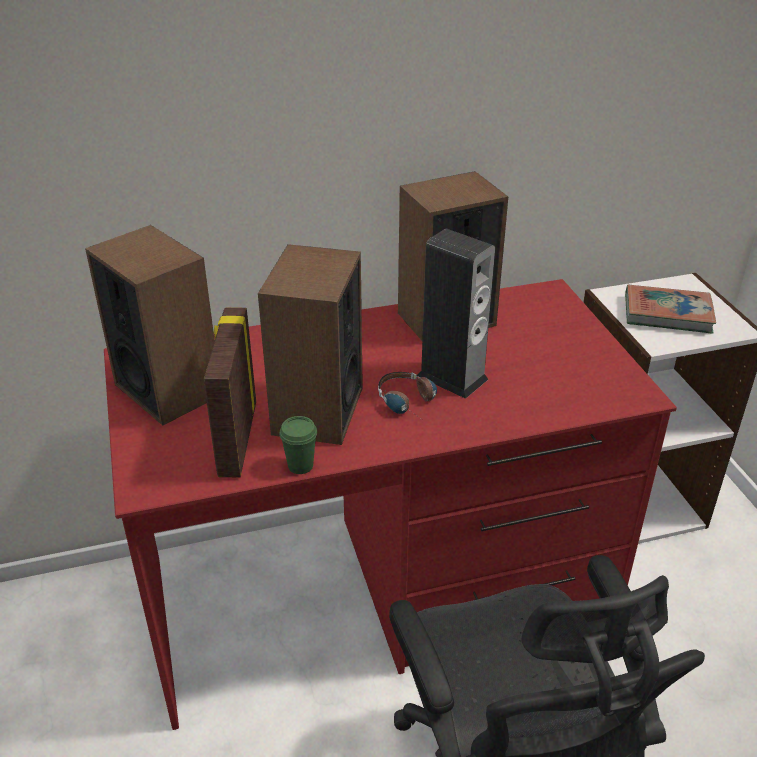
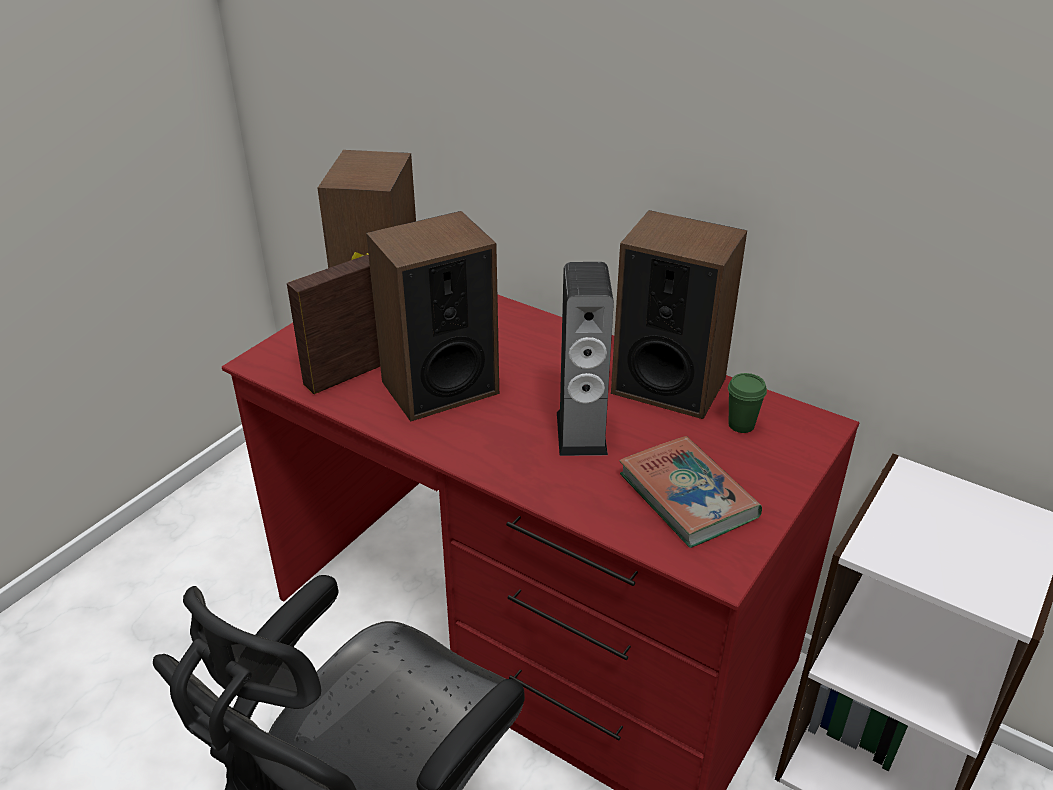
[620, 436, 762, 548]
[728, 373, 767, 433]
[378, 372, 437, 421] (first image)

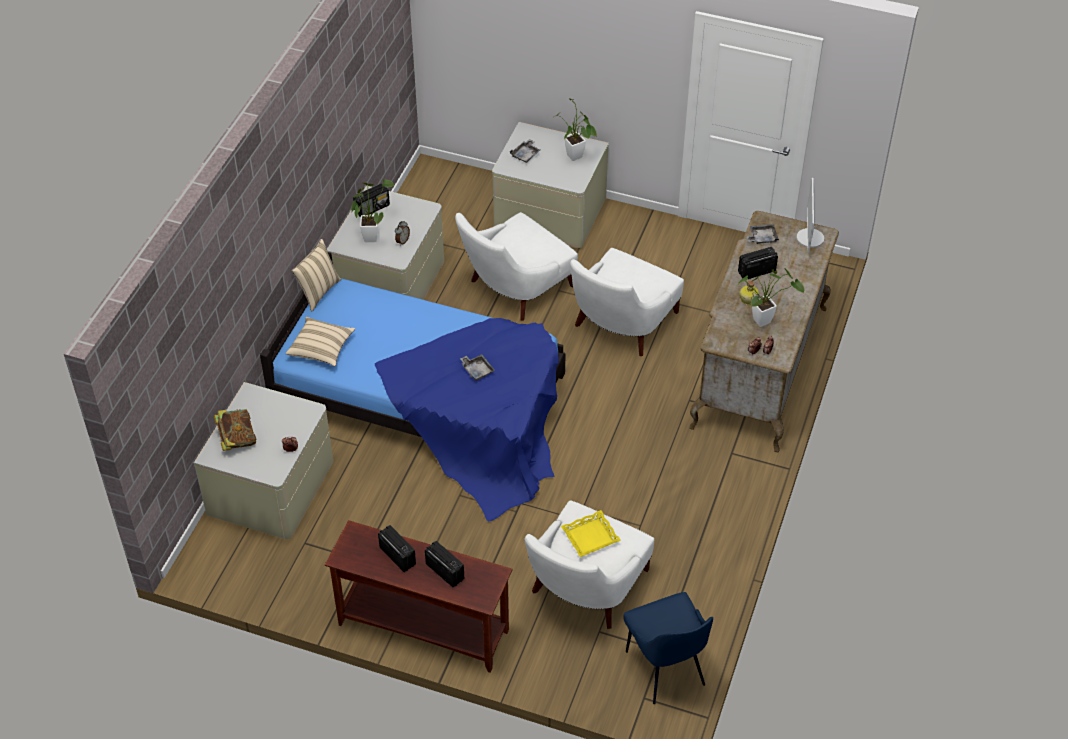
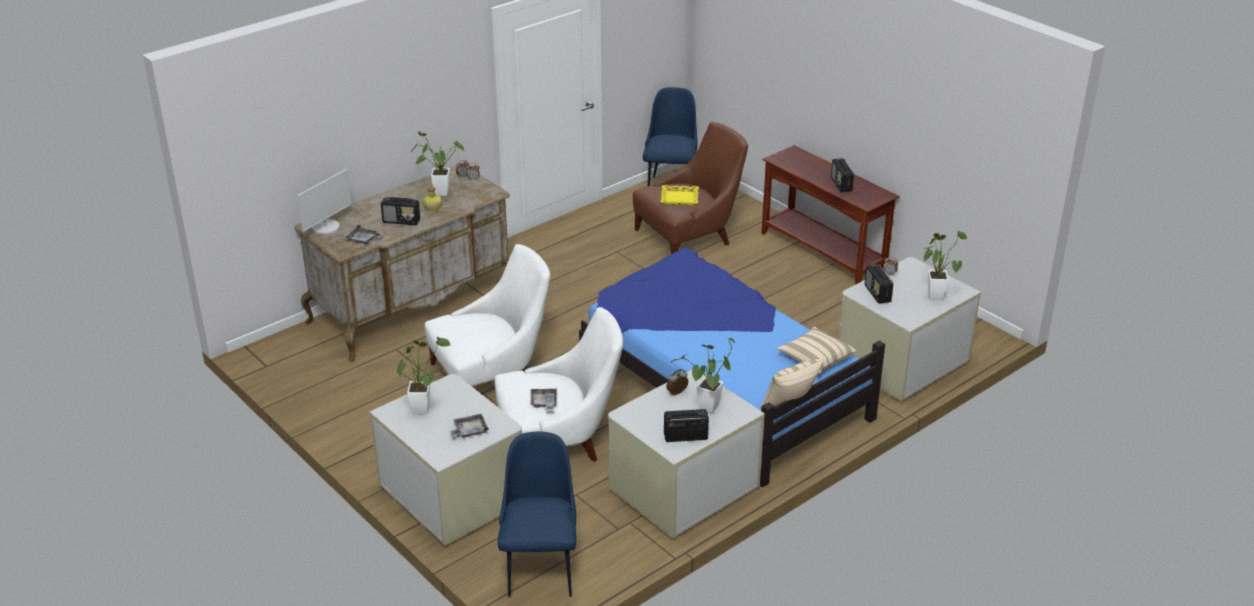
[498, 431, 576, 597]
[531, 387, 557, 410]
[633, 122, 748, 254]
[865, 264, 893, 304]
[924, 231, 967, 300]

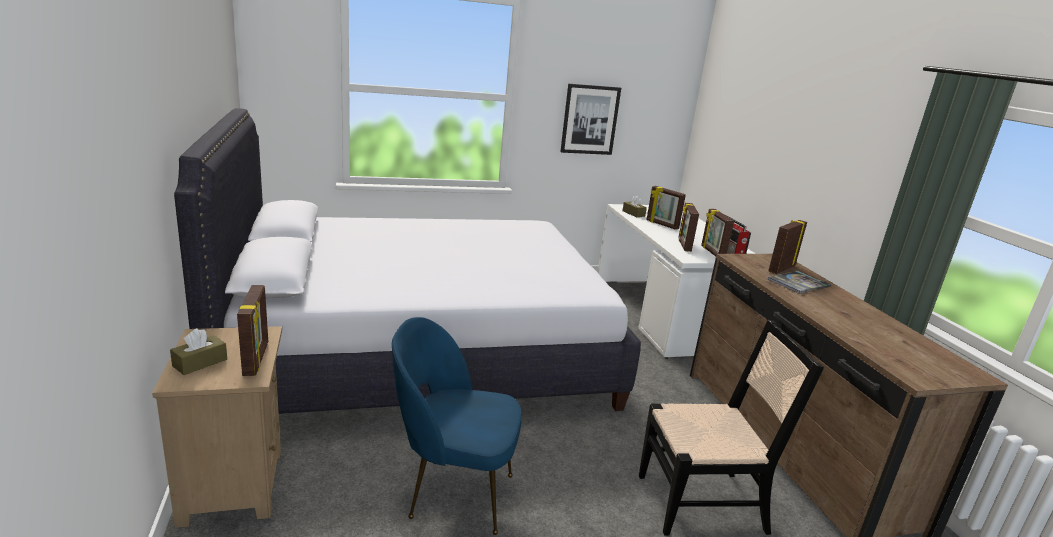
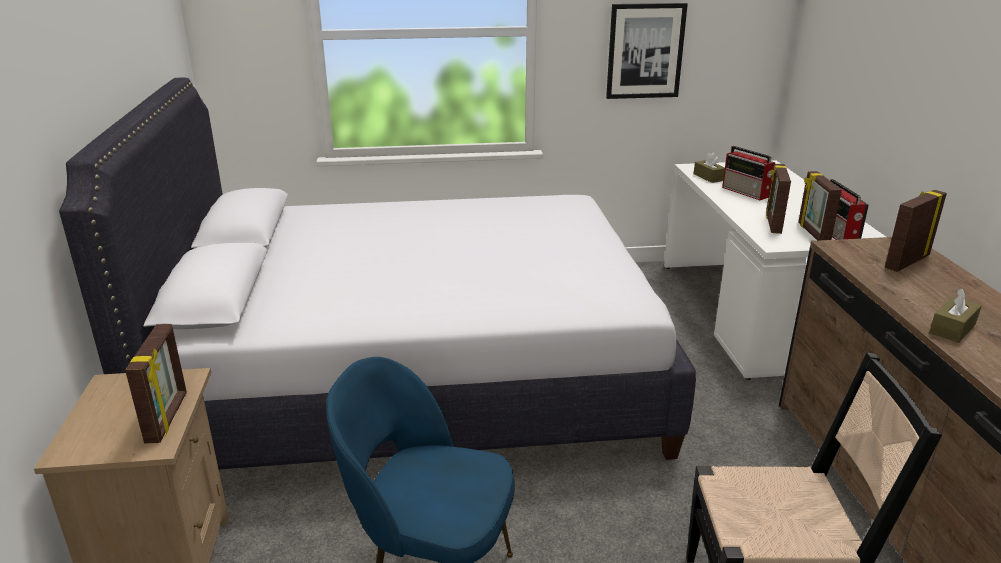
[722, 146, 775, 200]
[929, 288, 982, 343]
[767, 271, 831, 294] (first image)

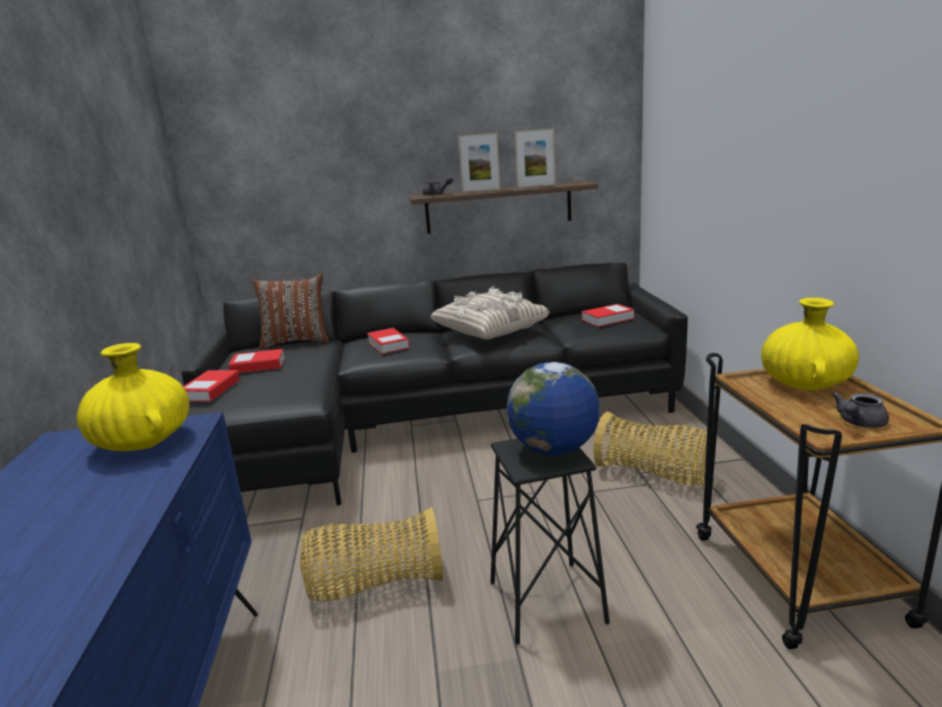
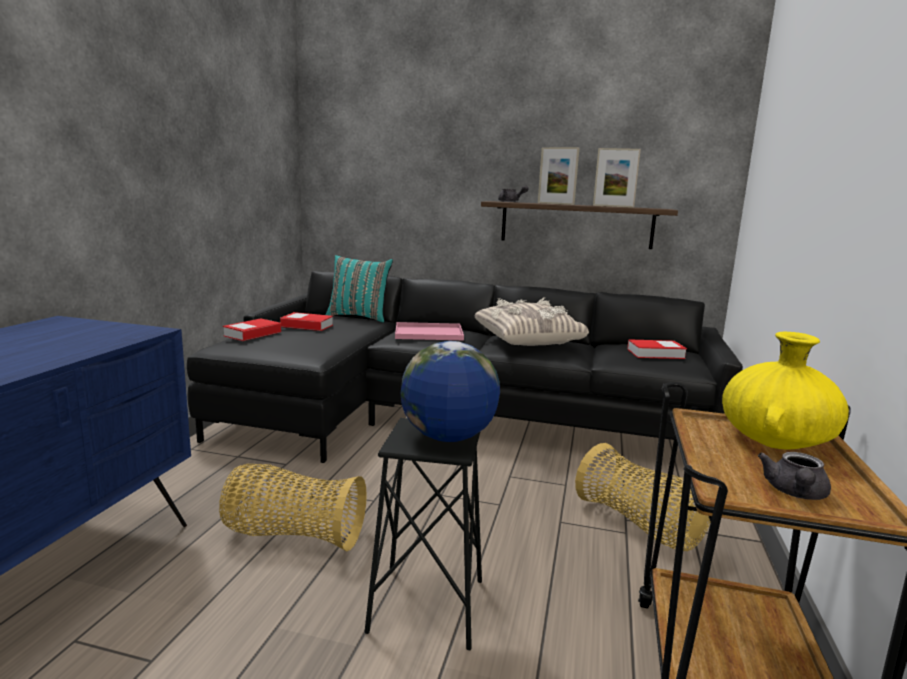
[325, 255, 393, 323]
[395, 322, 464, 340]
[758, 452, 831, 500]
[77, 343, 189, 451] (first image)

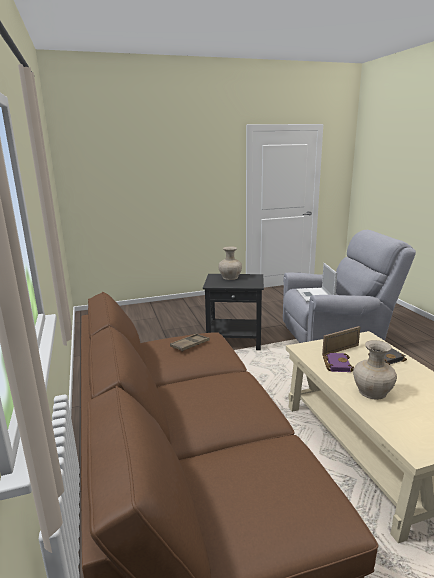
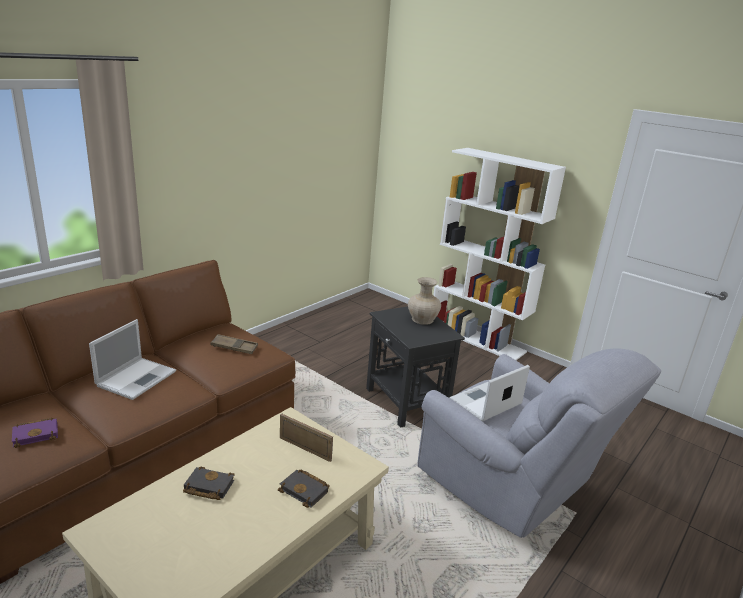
[12, 418, 58, 448]
[89, 319, 176, 400]
[183, 466, 235, 500]
[433, 148, 566, 360]

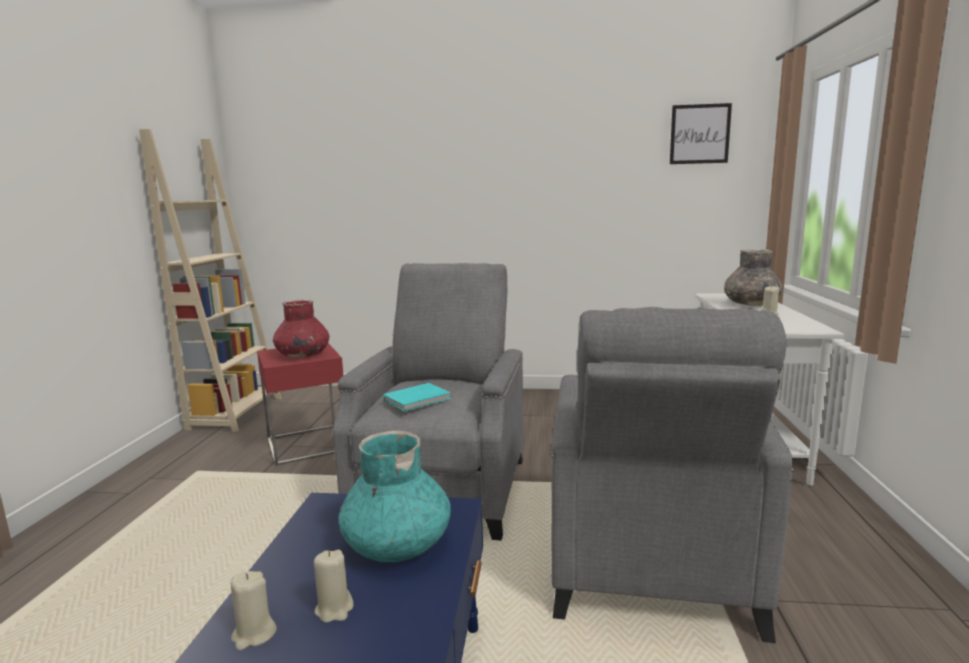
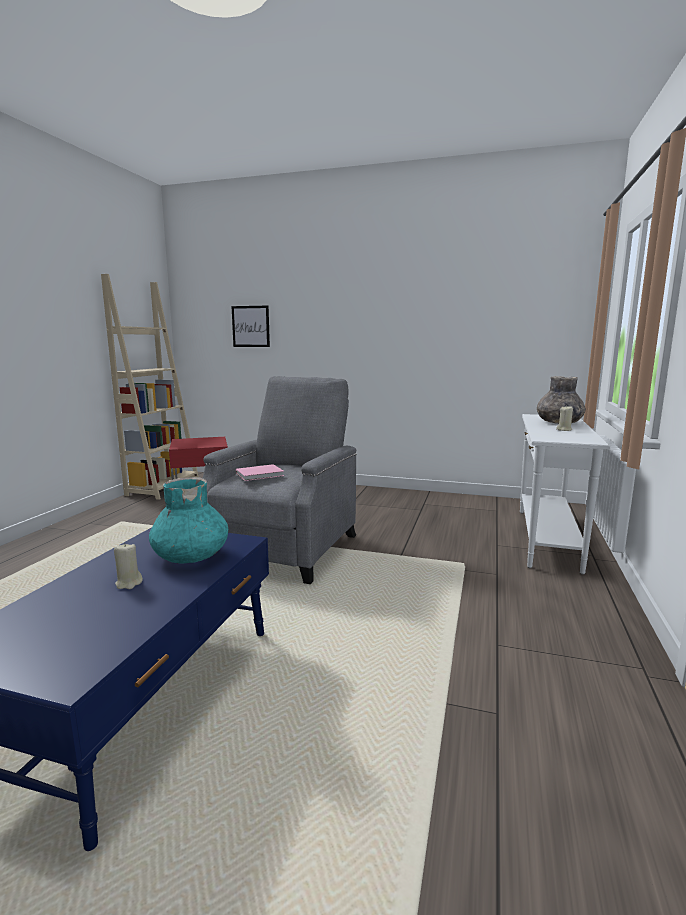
[232, 306, 270, 347]
[236, 464, 284, 481]
[231, 571, 277, 651] (first image)
[273, 299, 329, 358] (first image)
[551, 307, 794, 643] (first image)

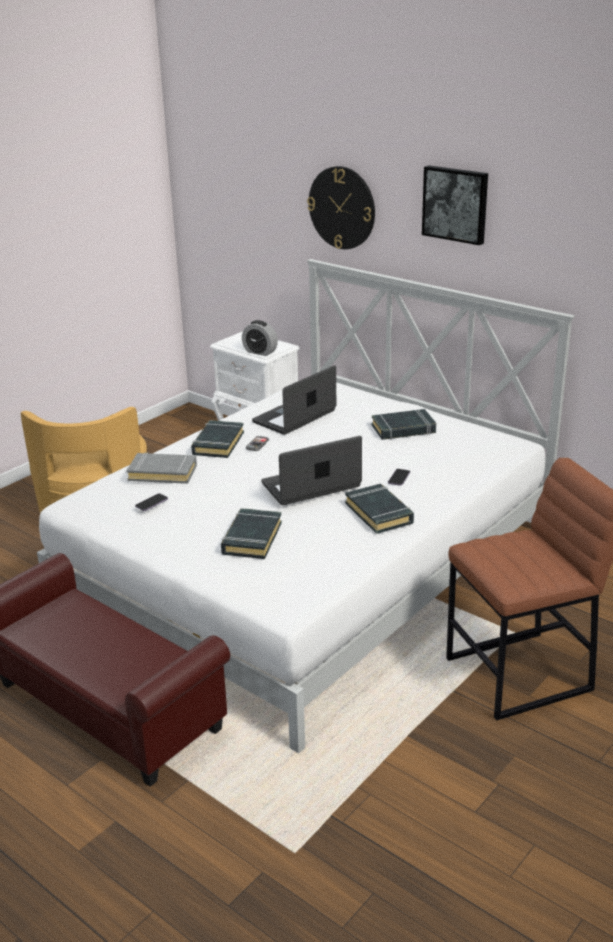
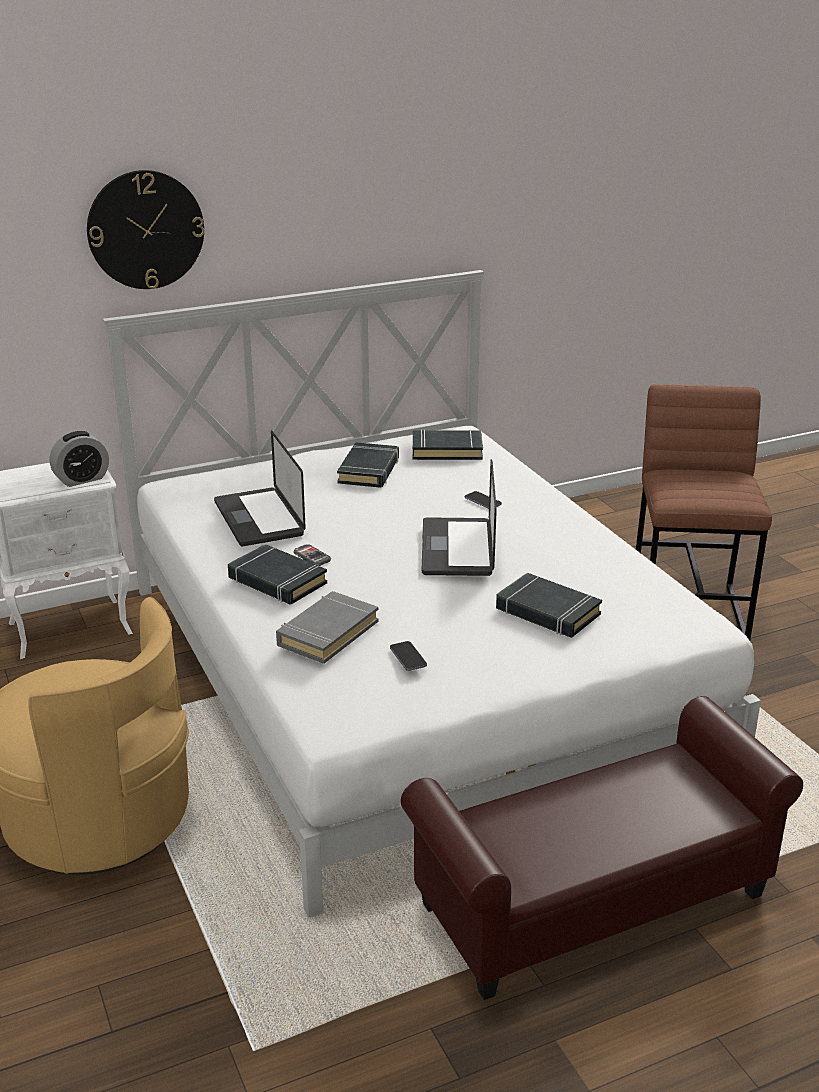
[413, 429, 483, 460]
[422, 165, 488, 245] (first image)

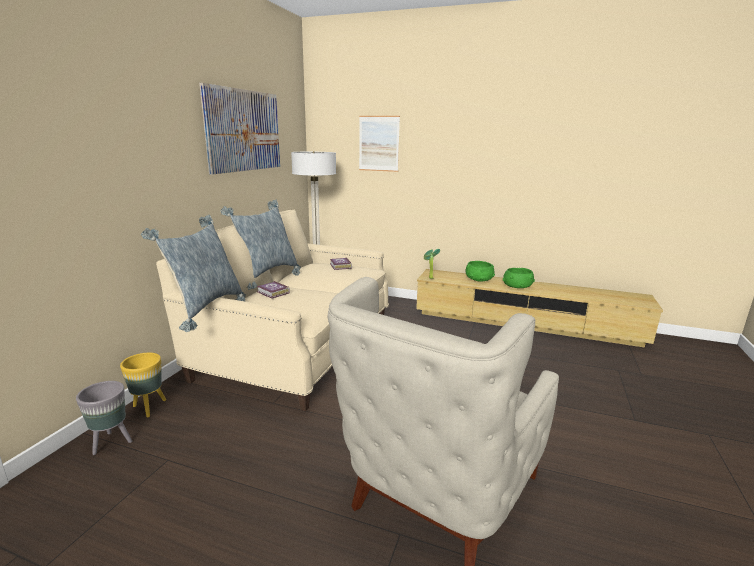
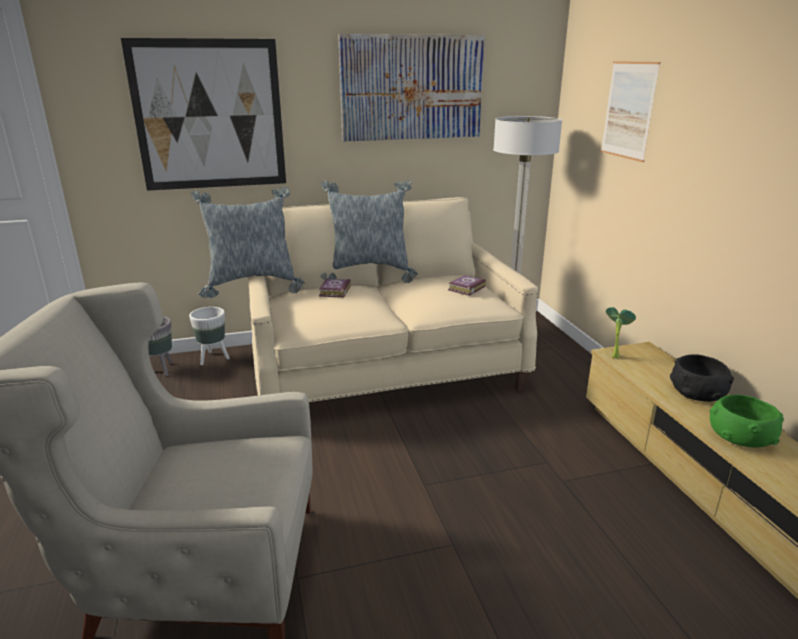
[121, 38, 286, 191]
[189, 307, 230, 365]
[670, 354, 734, 402]

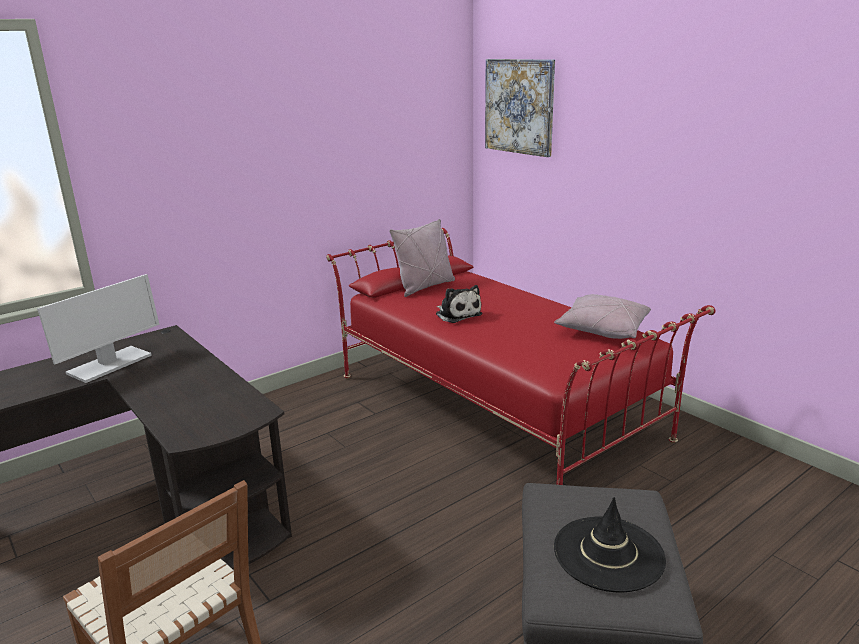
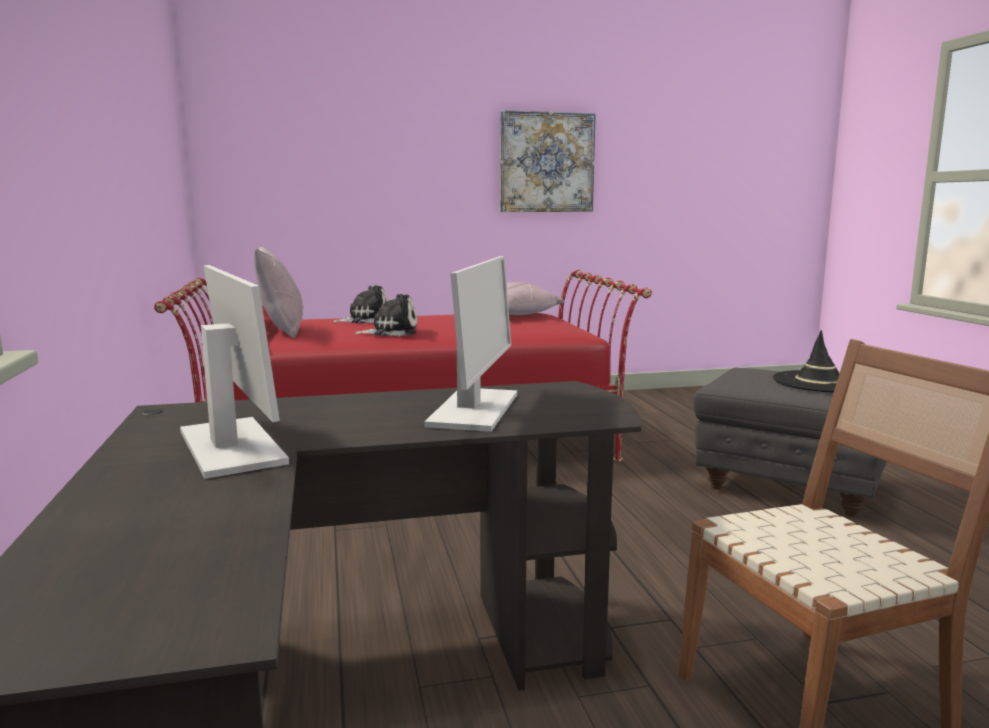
[333, 285, 388, 324]
[424, 256, 517, 432]
[500, 110, 596, 212]

